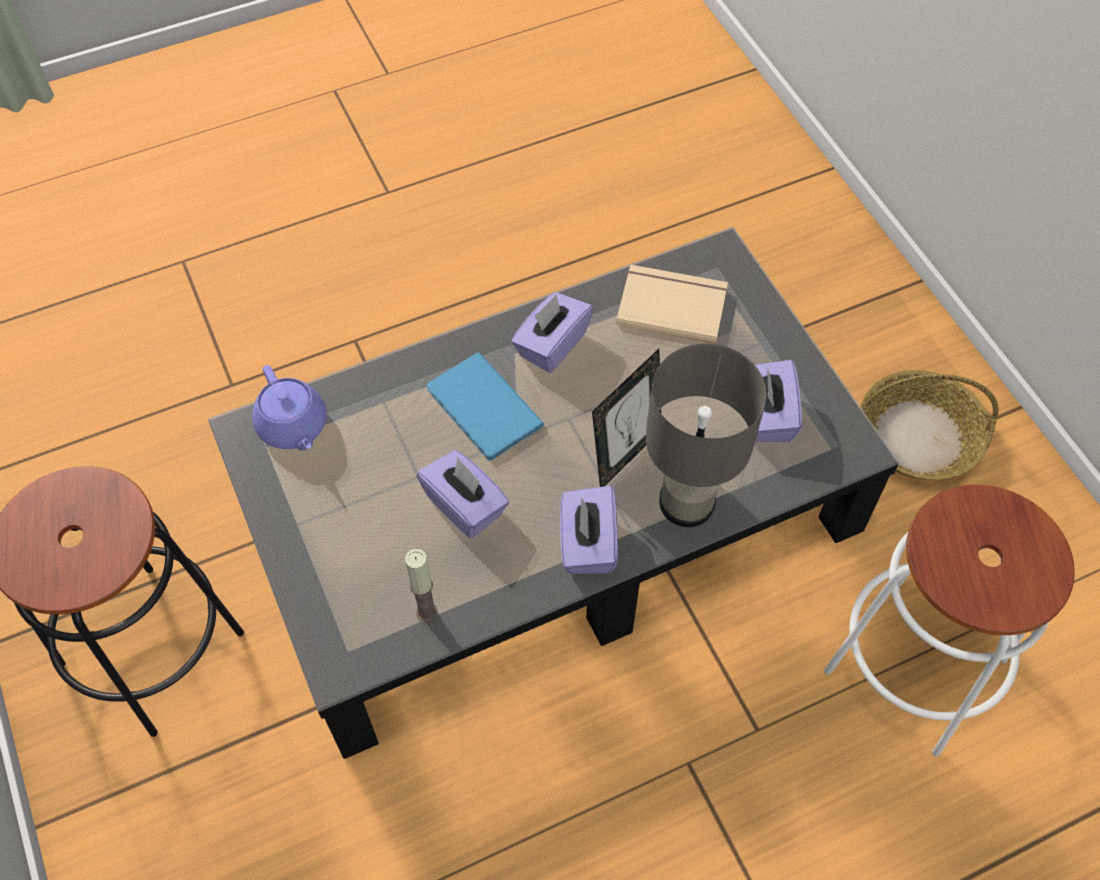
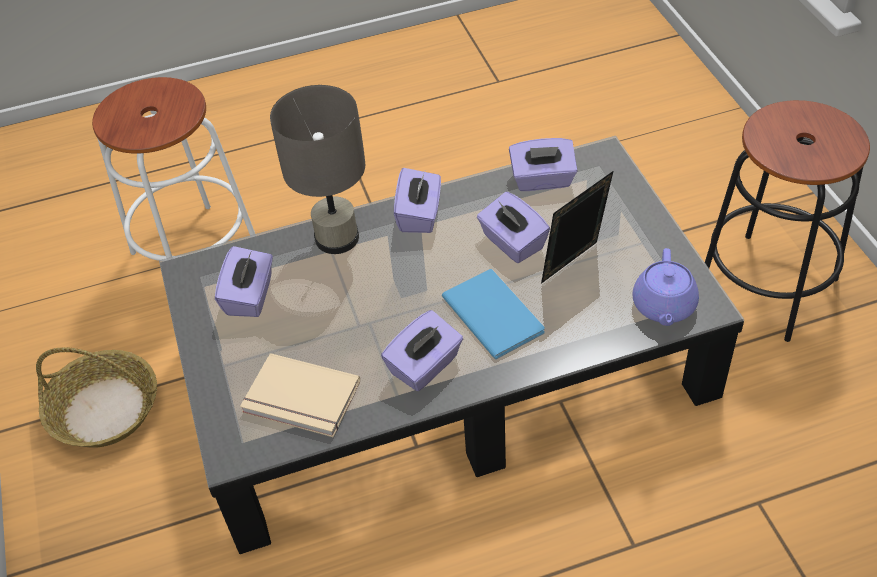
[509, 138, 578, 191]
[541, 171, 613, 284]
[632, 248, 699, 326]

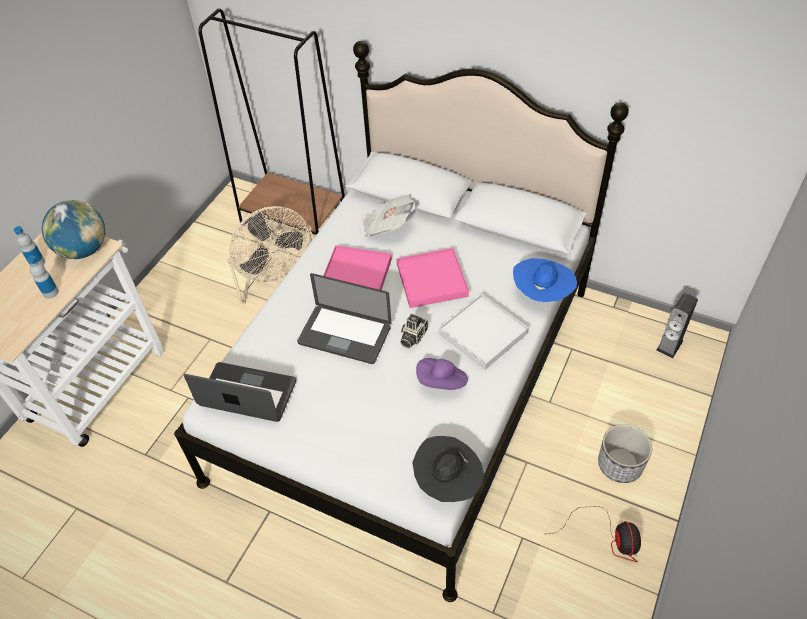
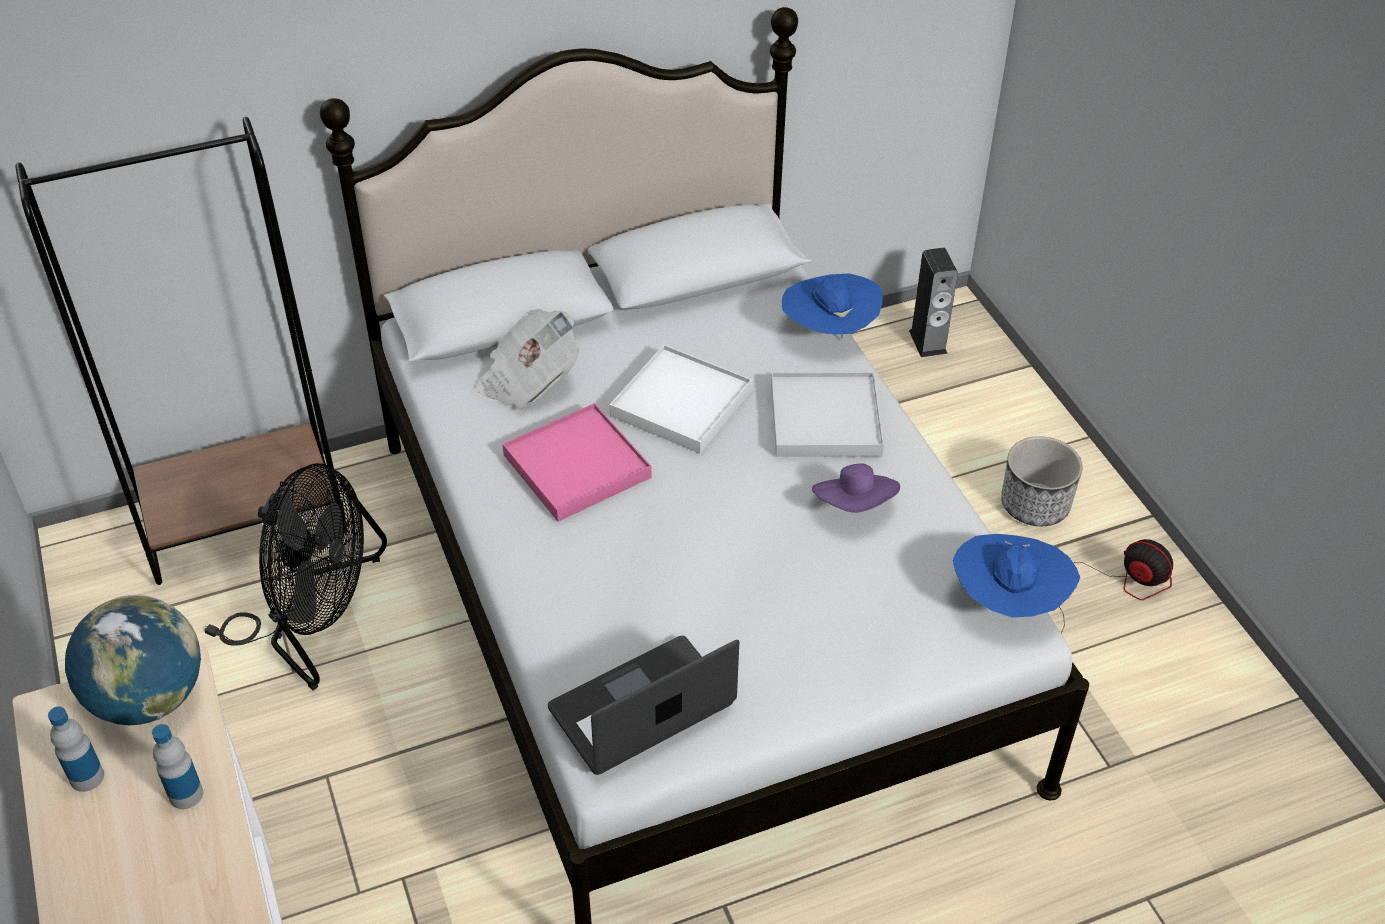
[204, 463, 387, 691]
[610, 345, 752, 454]
[953, 534, 1080, 617]
[297, 273, 391, 364] (first image)
[400, 314, 428, 349] (first image)

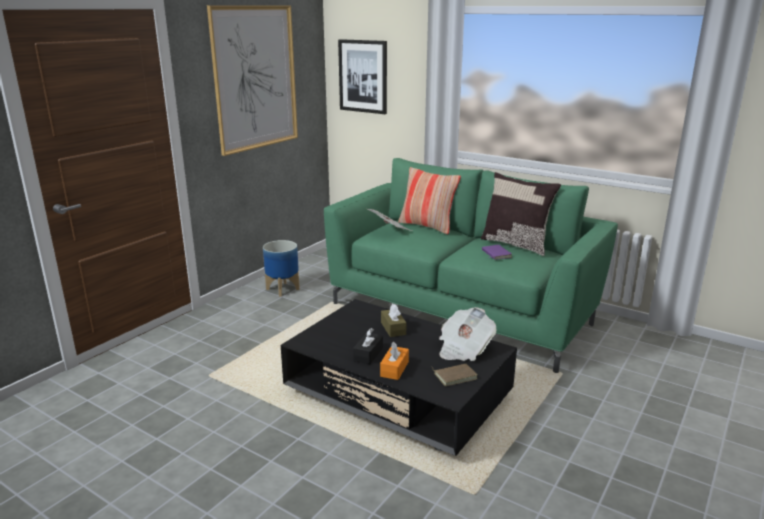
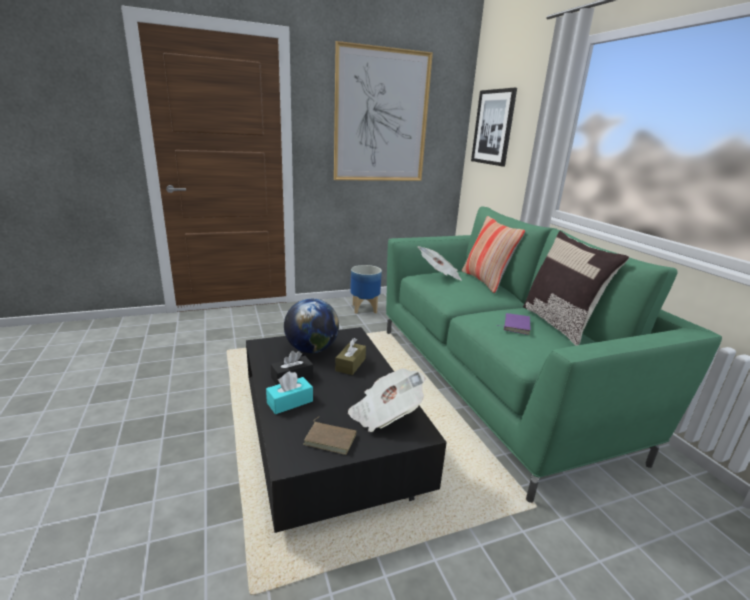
[266, 371, 313, 414]
[284, 298, 339, 353]

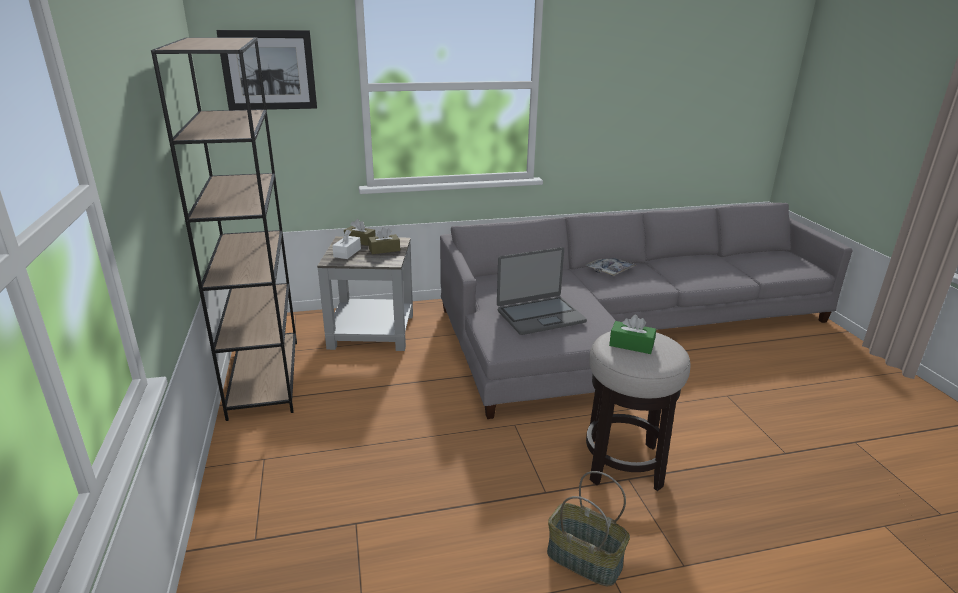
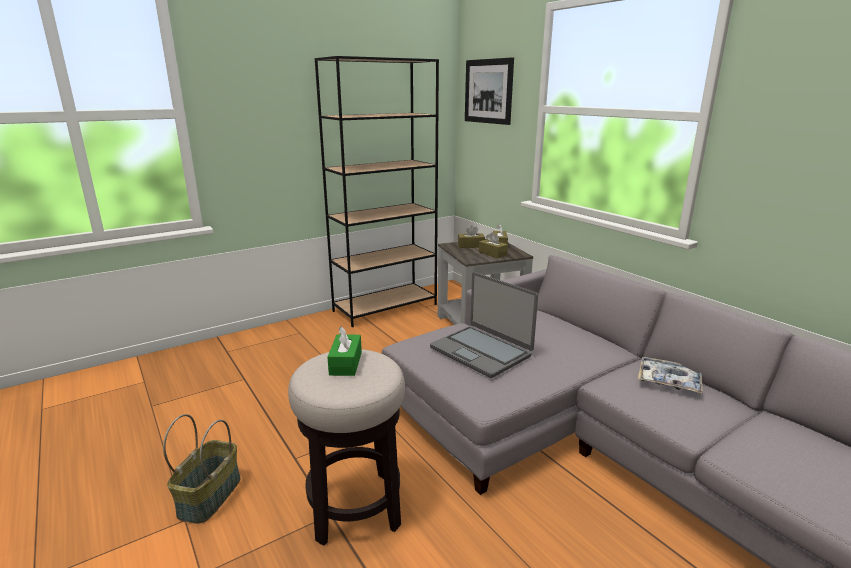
[458, 225, 485, 248]

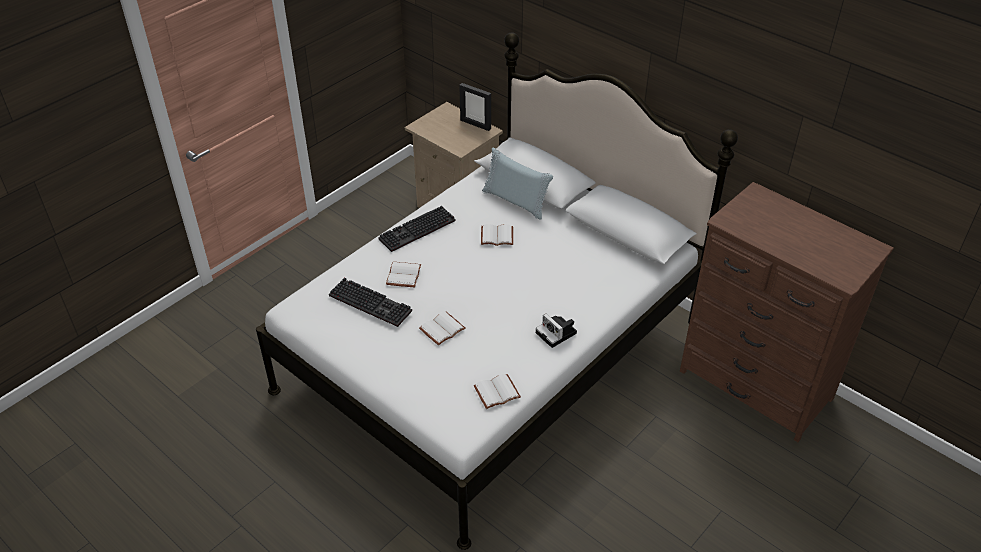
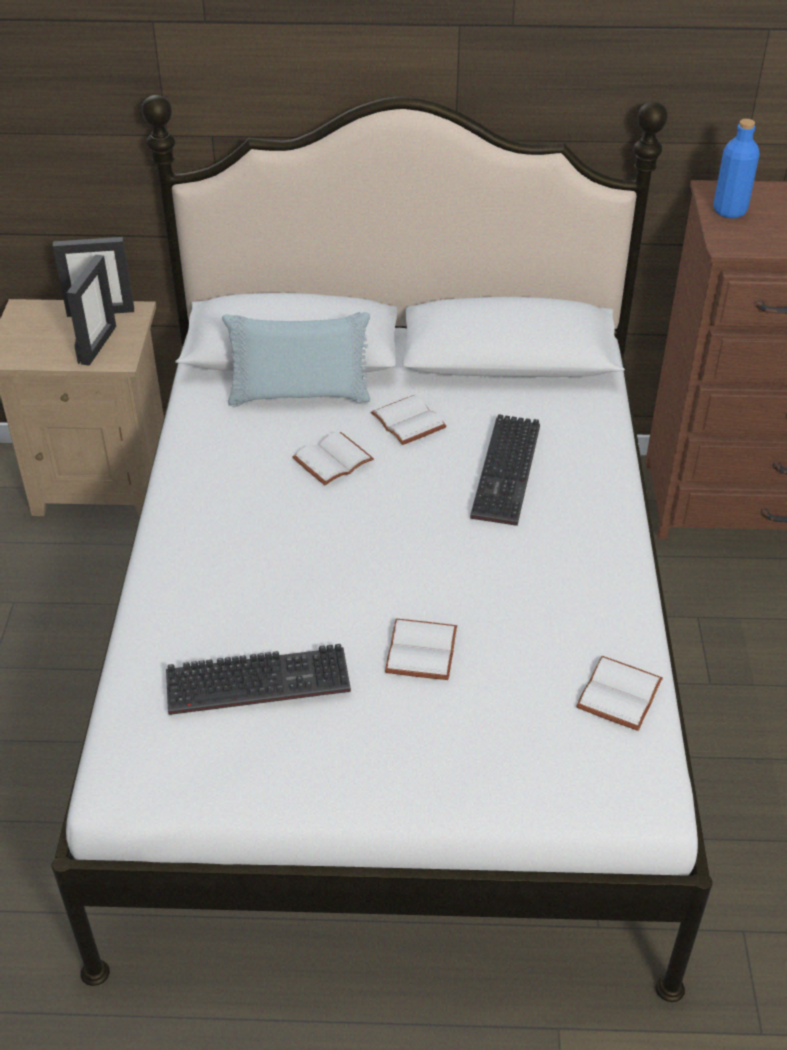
[67, 254, 116, 366]
[371, 395, 447, 445]
[470, 414, 540, 526]
[713, 119, 760, 218]
[536, 313, 577, 348] (first image)

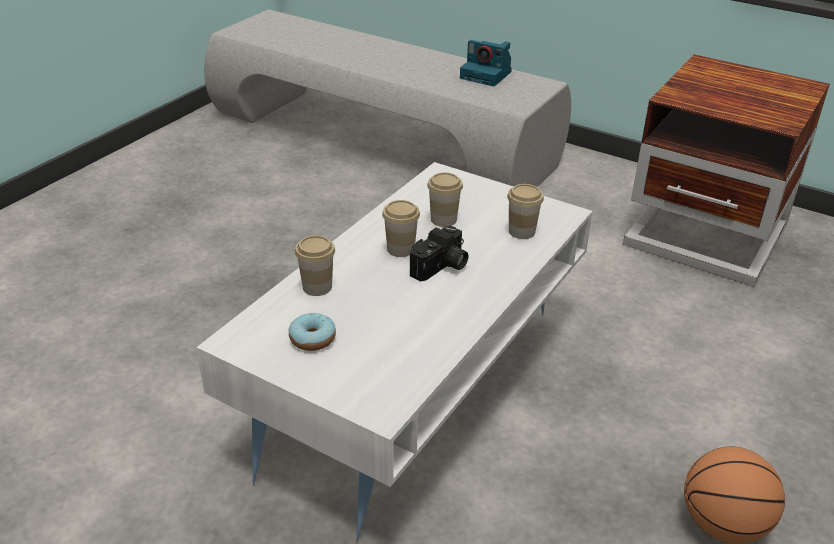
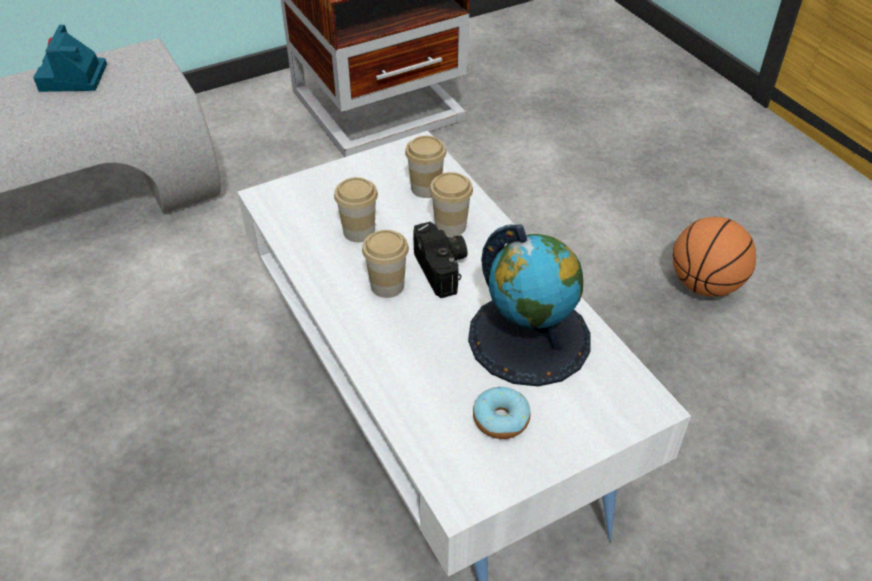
[33, 25, 107, 92]
[430, 172, 473, 237]
[468, 224, 591, 387]

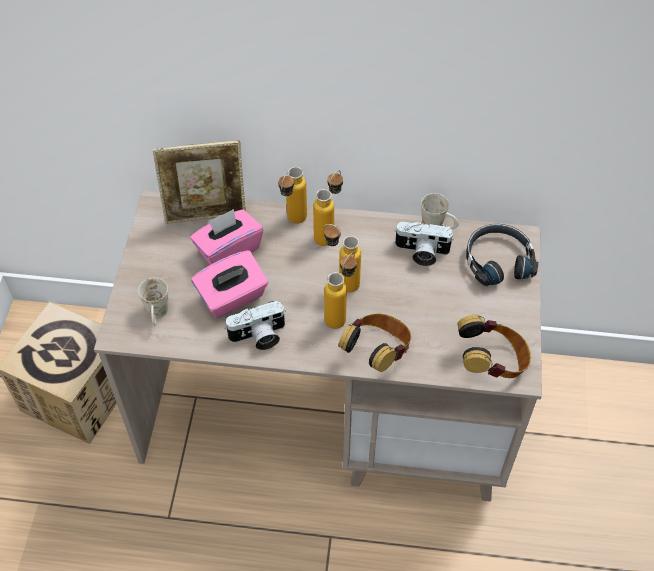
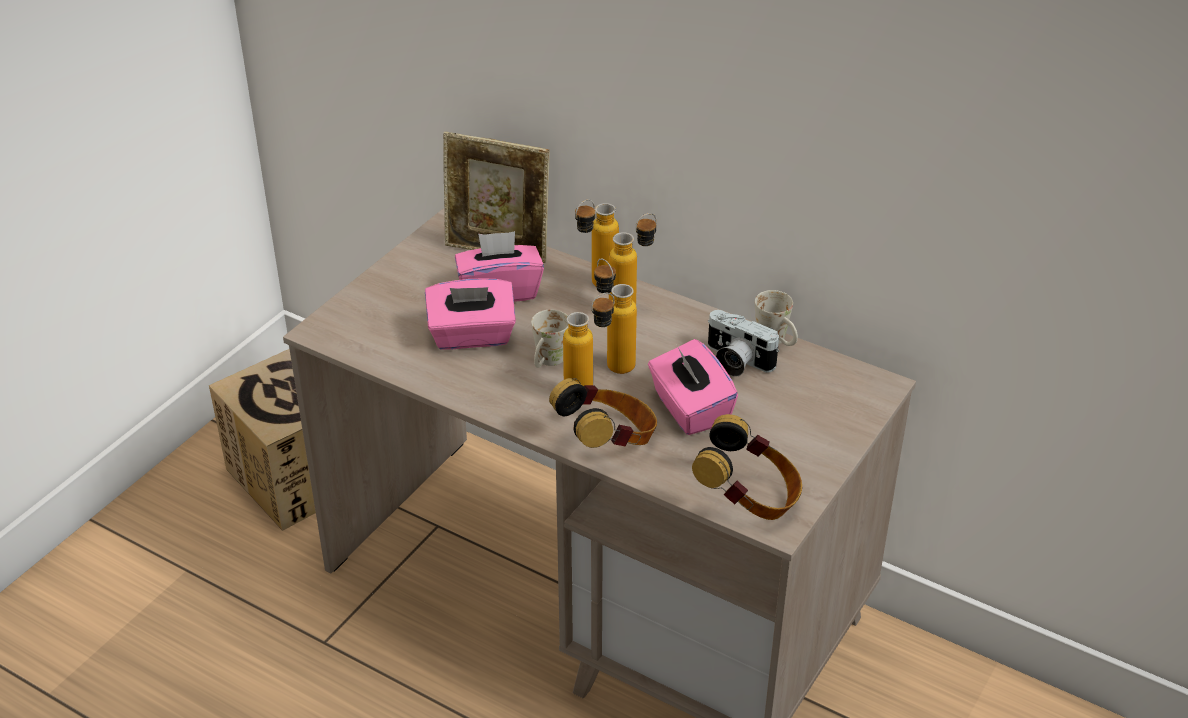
[531, 310, 568, 368]
[648, 339, 738, 435]
[225, 301, 286, 350] (first image)
[466, 224, 538, 286] (first image)

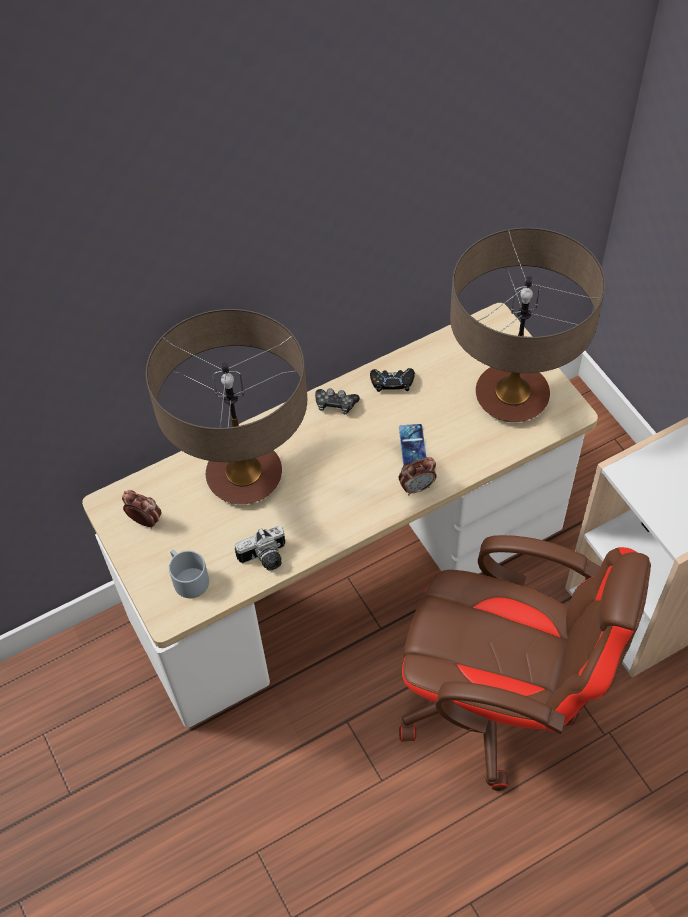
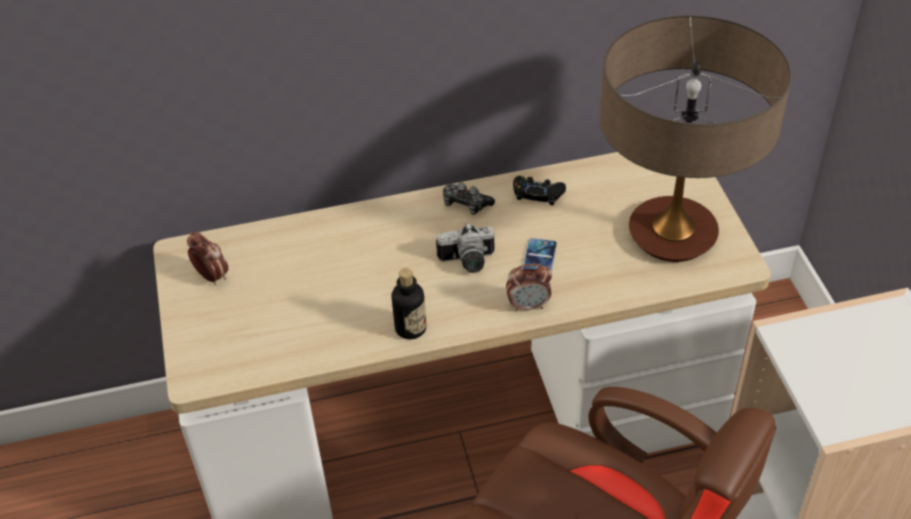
[391, 268, 426, 339]
[436, 222, 494, 273]
[146, 309, 307, 504] (first image)
[169, 550, 209, 598] (first image)

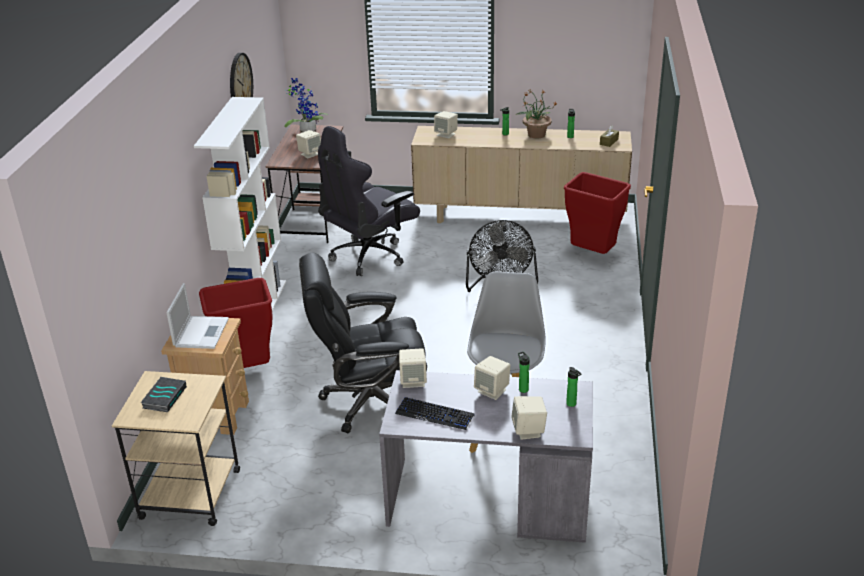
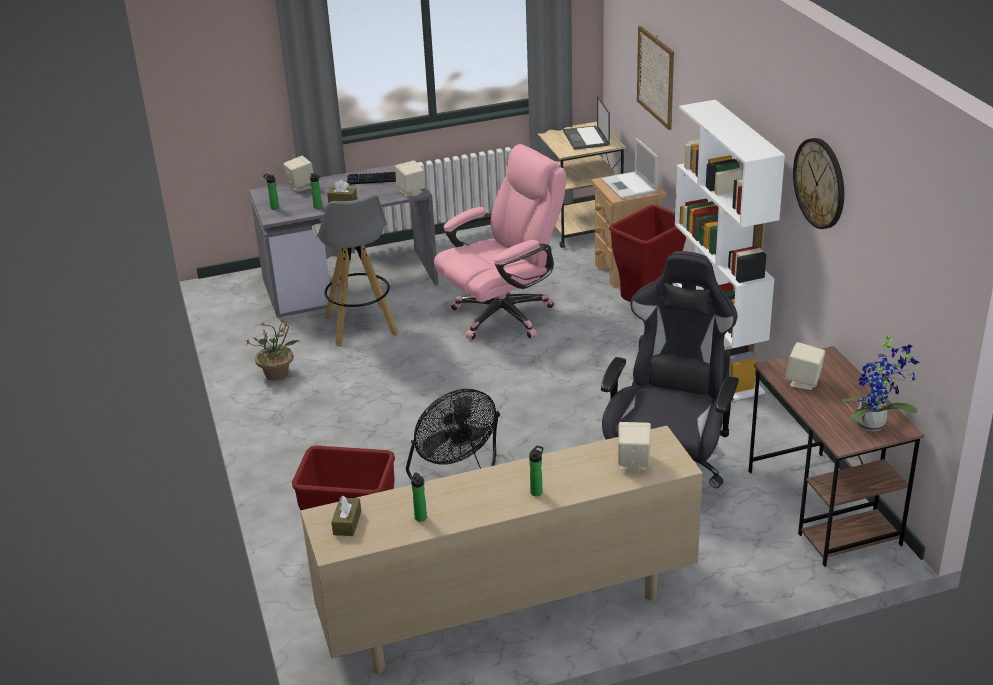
[246, 318, 300, 381]
[327, 180, 357, 203]
[434, 144, 566, 340]
[563, 96, 610, 150]
[637, 25, 674, 130]

